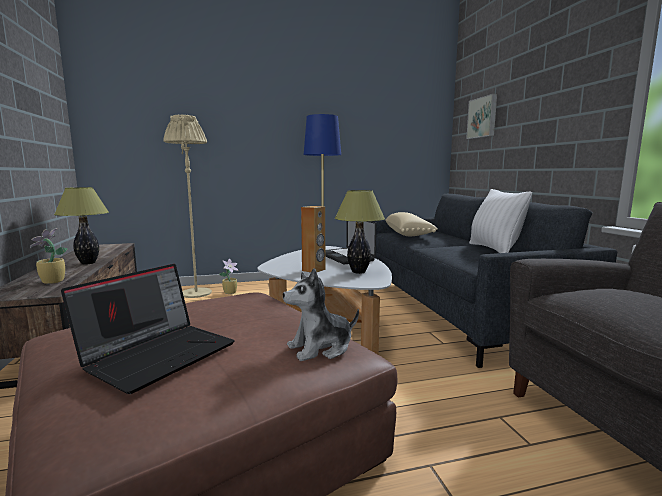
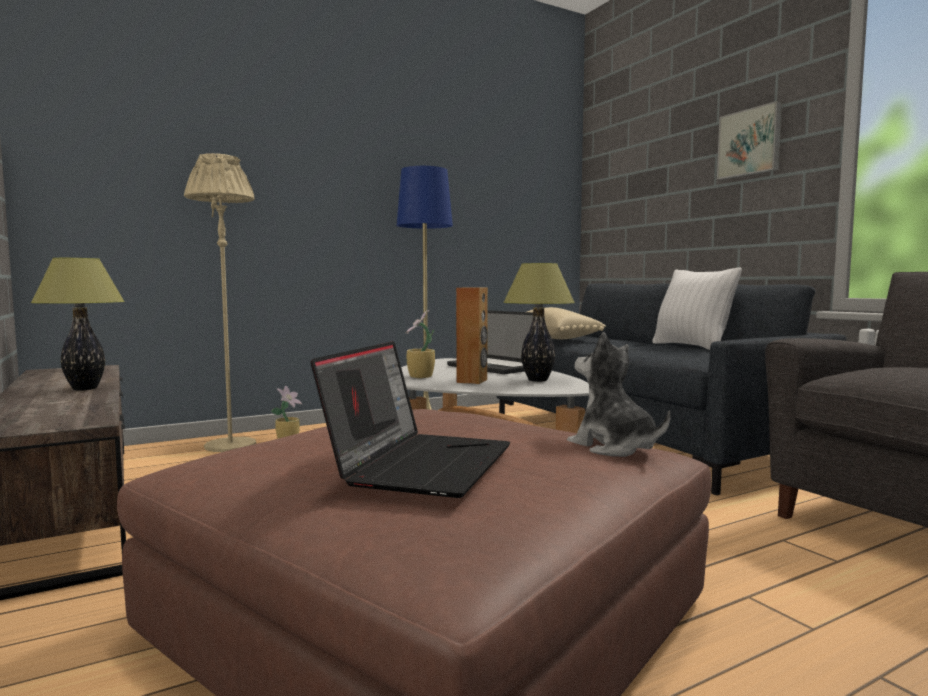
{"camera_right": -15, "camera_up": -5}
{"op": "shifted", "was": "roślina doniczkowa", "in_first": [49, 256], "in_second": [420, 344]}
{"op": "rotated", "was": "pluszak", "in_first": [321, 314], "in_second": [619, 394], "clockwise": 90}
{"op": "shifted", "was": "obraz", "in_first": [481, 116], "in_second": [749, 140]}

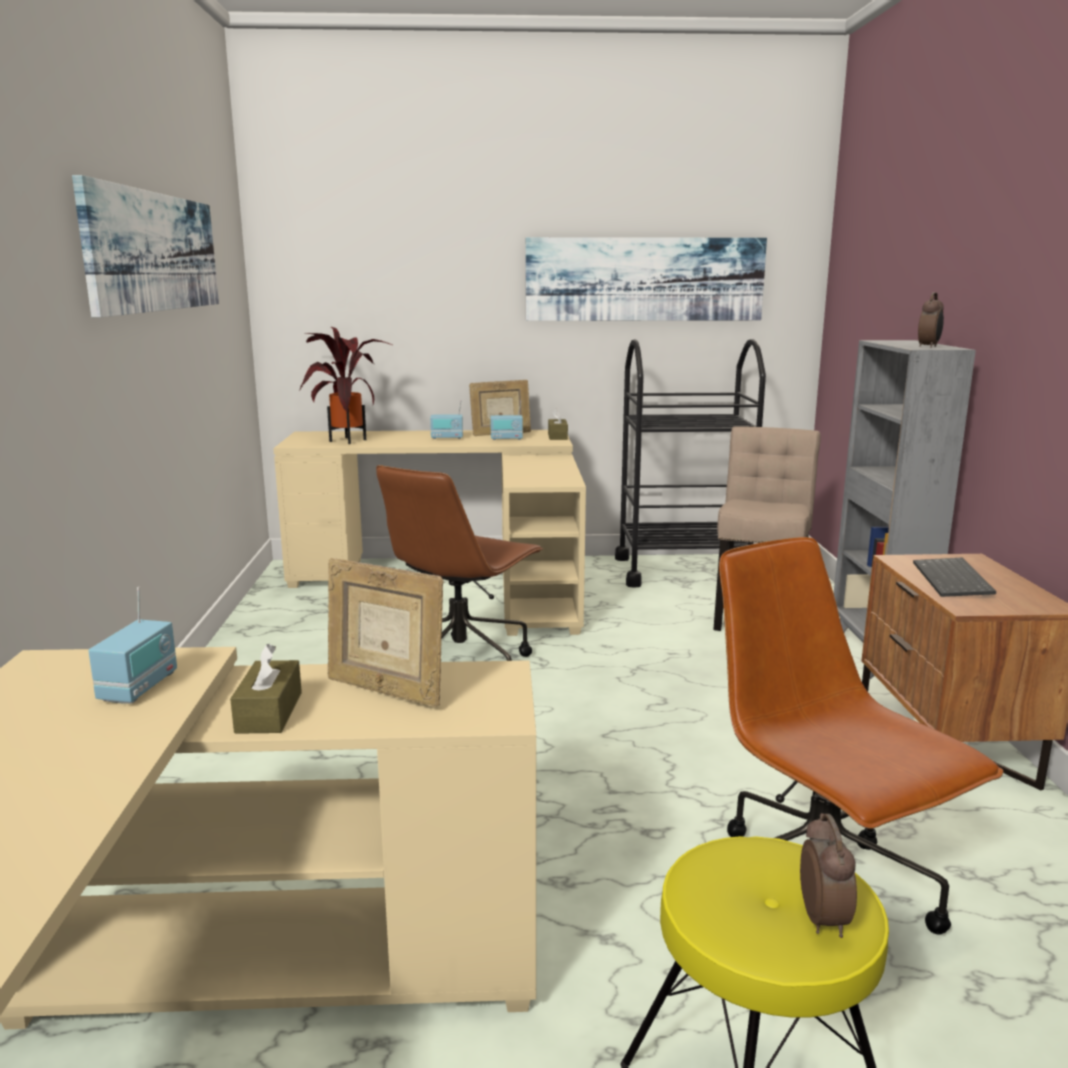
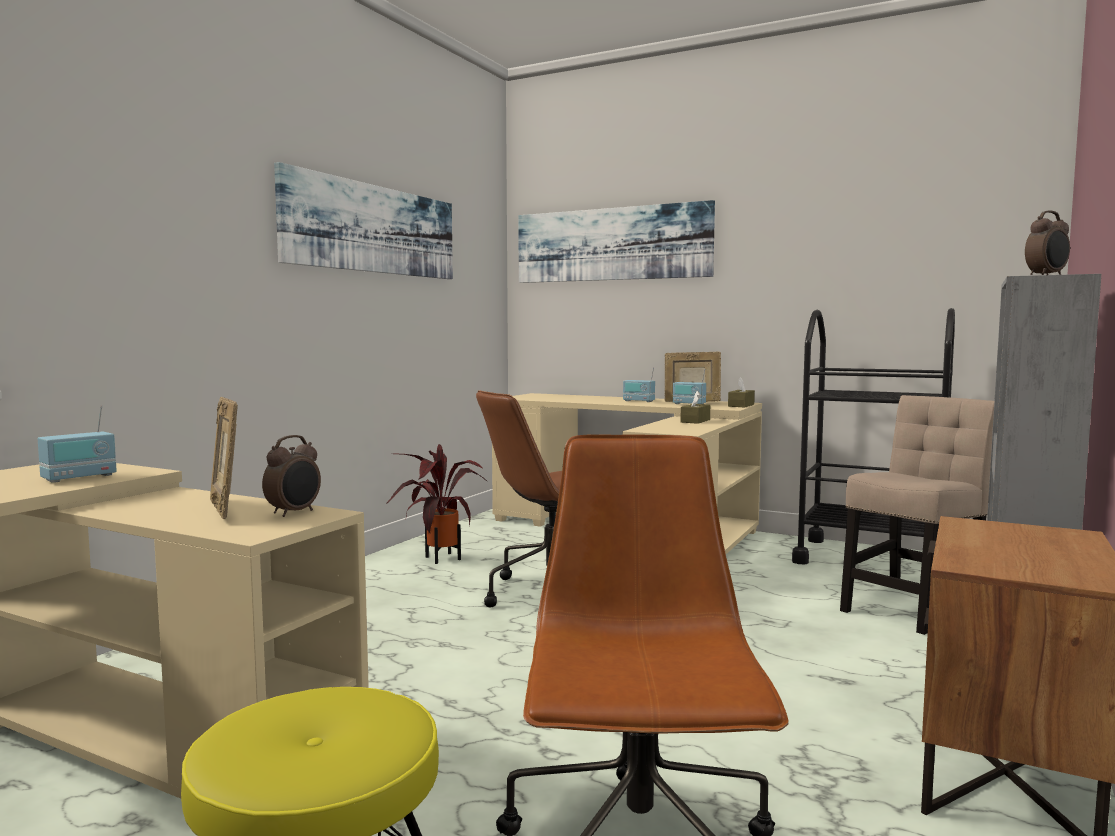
{"camera_right": 30, "camera_up": -10}
{"op": "shifted", "was": "pudełko chusteczek (brązowy)", "in_first": [266, 689], "in_second": [695, 407]}
{"op": "shifted", "was": "roślina doniczkowa", "in_first": [346, 385], "in_second": [436, 504]}
{"op": "shifted", "was": "obraz", "in_first": [646, 279], "in_second": [616, 241]}
{"op": "shifted", "was": "budzik", "in_first": [828, 875], "in_second": [291, 476]}
{"op": "gone", "was": "klawiatura", "in_first": [954, 577]}

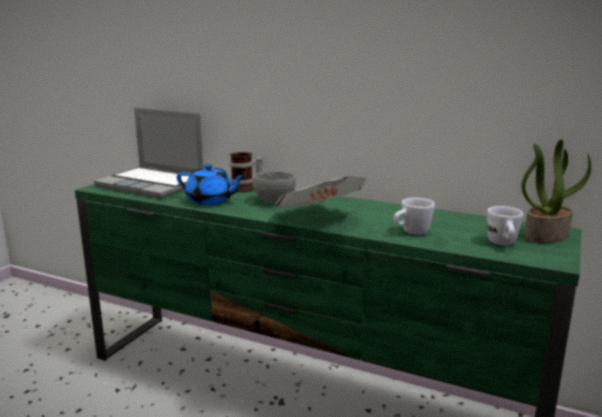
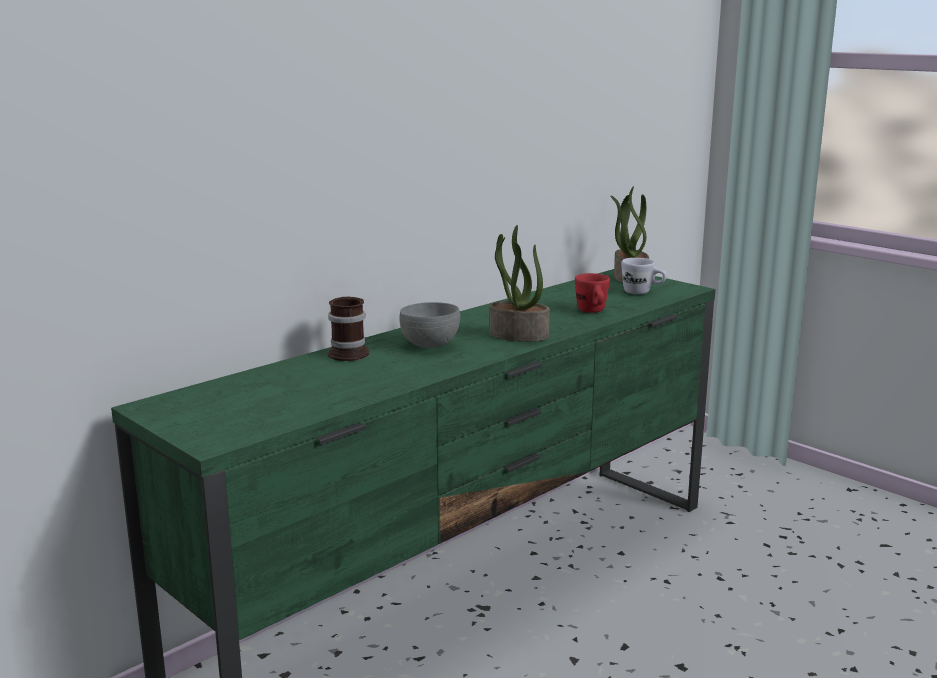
{"camera_right": -70, "camera_up": 0}
{"op": "gone", "was": "laptop", "in_first": [149, 153]}
{"op": "gone", "was": "imbryk (niebieski)", "in_first": [211, 184]}
{"op": "swapped", "was": "gazeta", "now": "roślina doniczkowa", "in_first": [320, 192], "in_second": [519, 283]}
{"op": "repainted", "was": "kubek (biały)", "now": "kubek (czerwony)", "in_first": [414, 216], "in_second": [592, 293]}

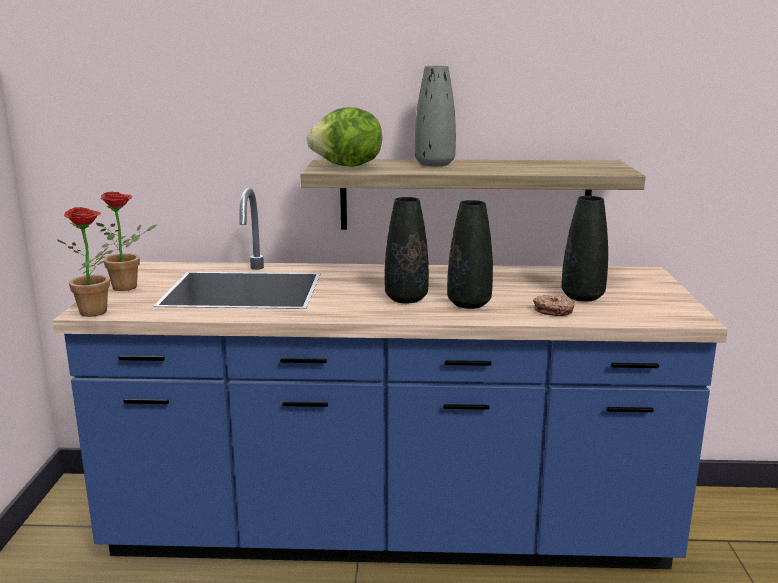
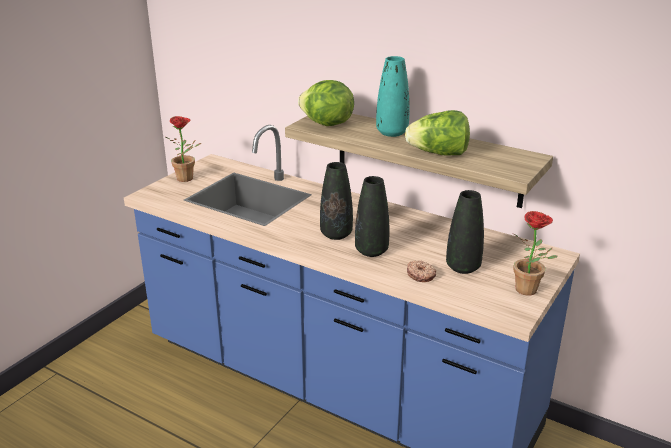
{"camera_right": 30, "camera_up": 10}
{"op": "shifted", "was": "roślina doniczkowa", "in_first": [84, 262], "in_second": [535, 253]}
{"op": "repainted", "was": "wazon (szary)", "now": "wazon (turkusowy)", "in_first": [435, 116], "in_second": [393, 96]}
{"op": "new", "now": "sałata", "in_second": [437, 133]}

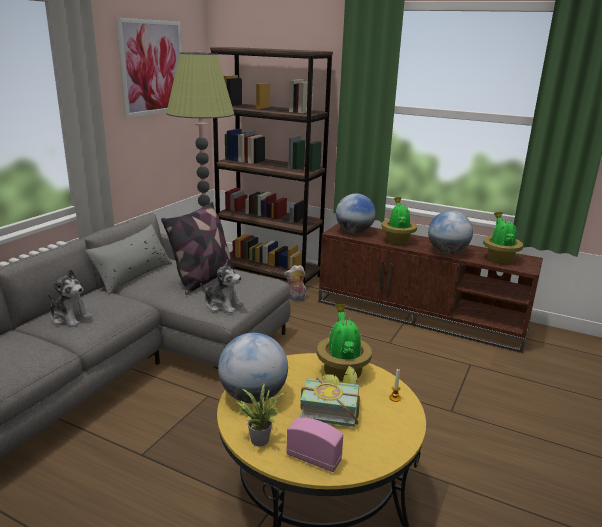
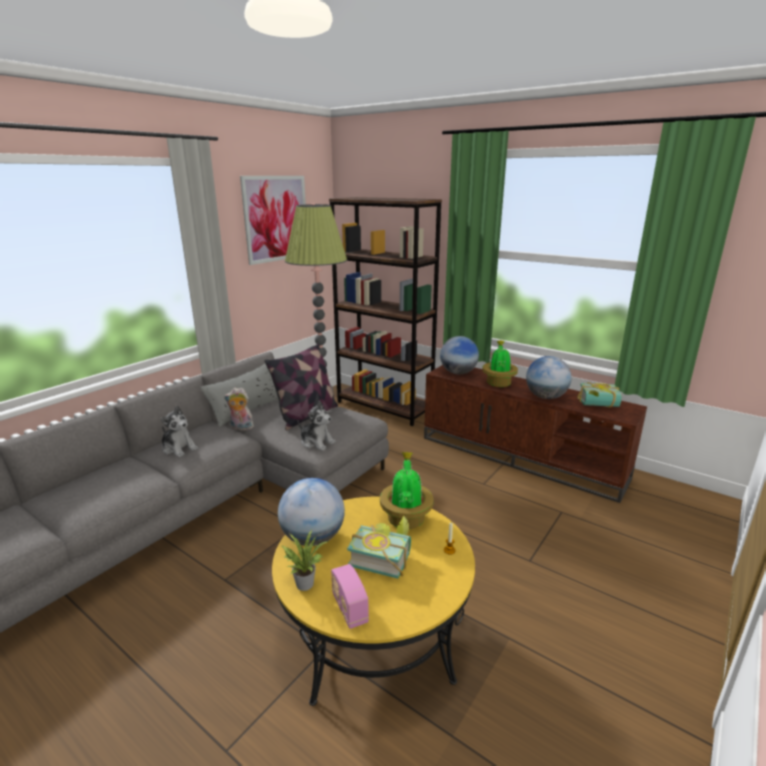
{"camera_right": 10, "camera_up": 0}
{"op": "shifted", "was": "pluszak", "in_first": [295, 283], "in_second": [239, 408]}
{"op": "rotated", "was": "radio", "in_first": [314, 444], "in_second": [350, 596], "clockwise": -150}
{"op": "swapped", "was": "roślina doniczkowa", "now": "książka", "in_first": [503, 237], "in_second": [599, 395]}

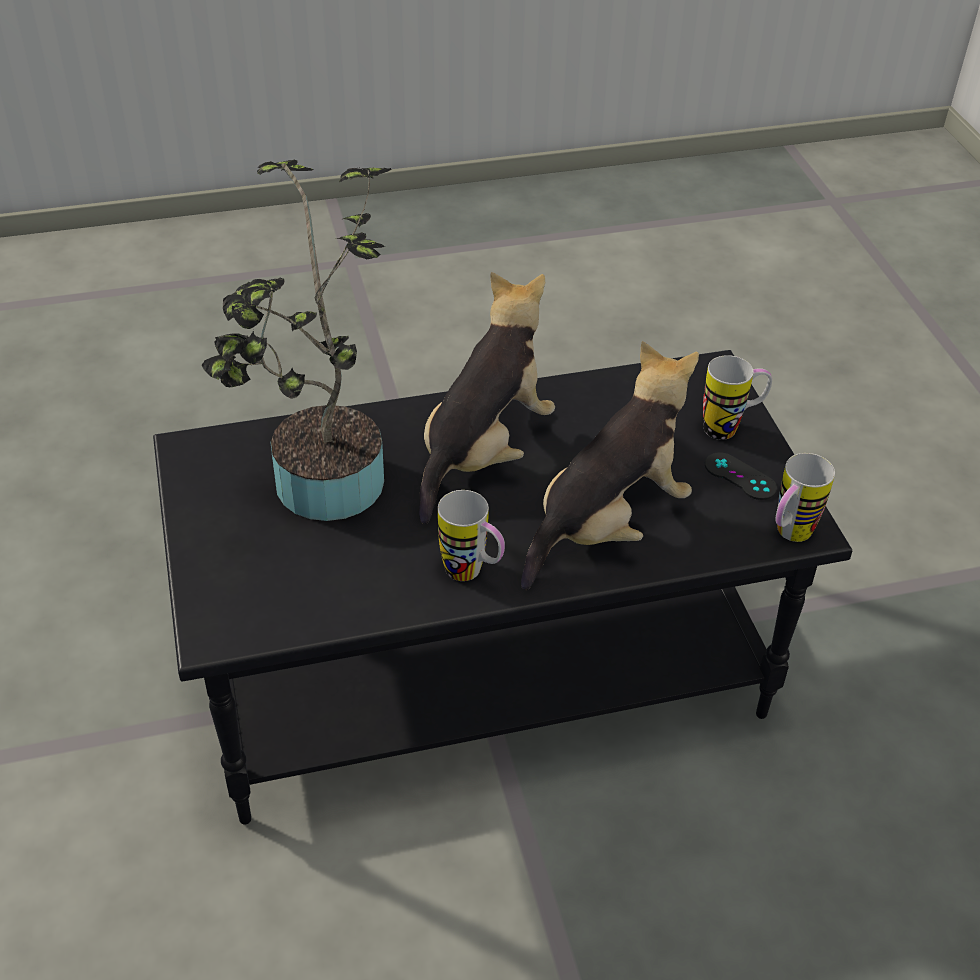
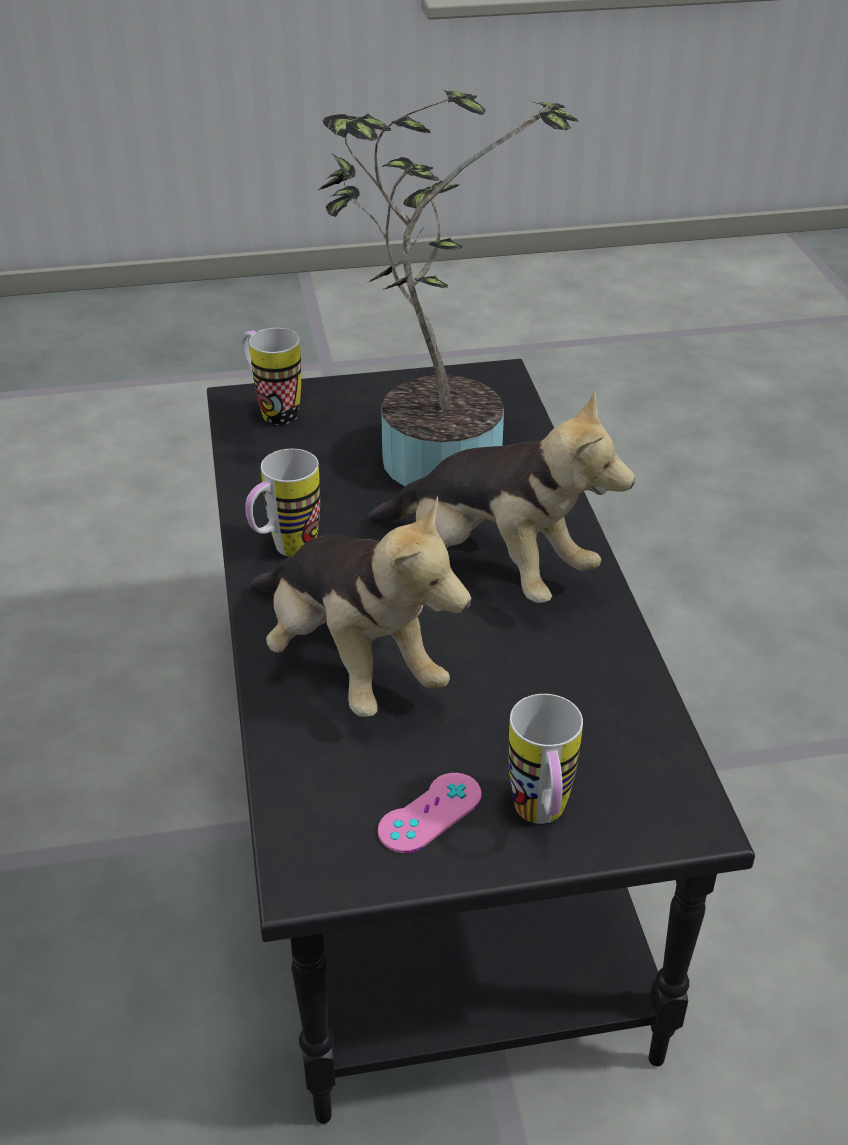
{"camera_right": 95, "camera_up": -5}
{"op": "repainted", "was": "pad do gier (czarny)", "now": "pad do gier (różowy)", "in_first": [741, 476], "in_second": [430, 813]}
{"op": "shifted", "was": "kubek", "in_first": [805, 497], "in_second": [271, 376]}

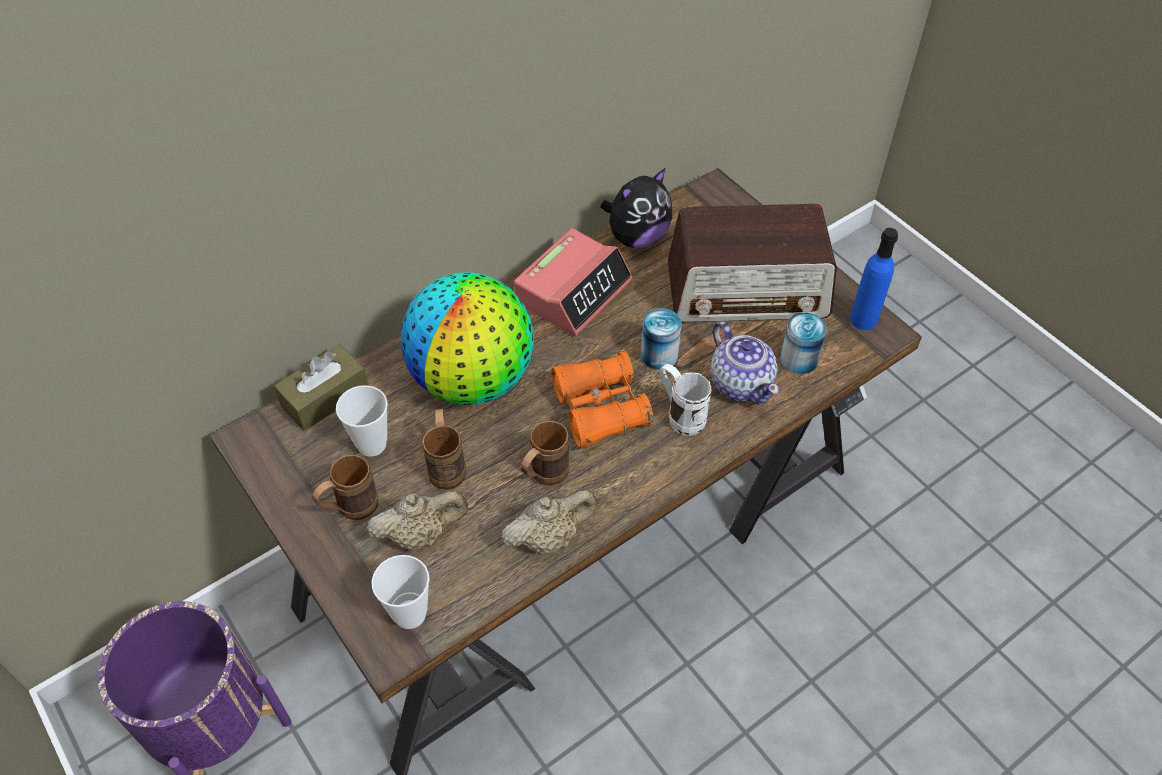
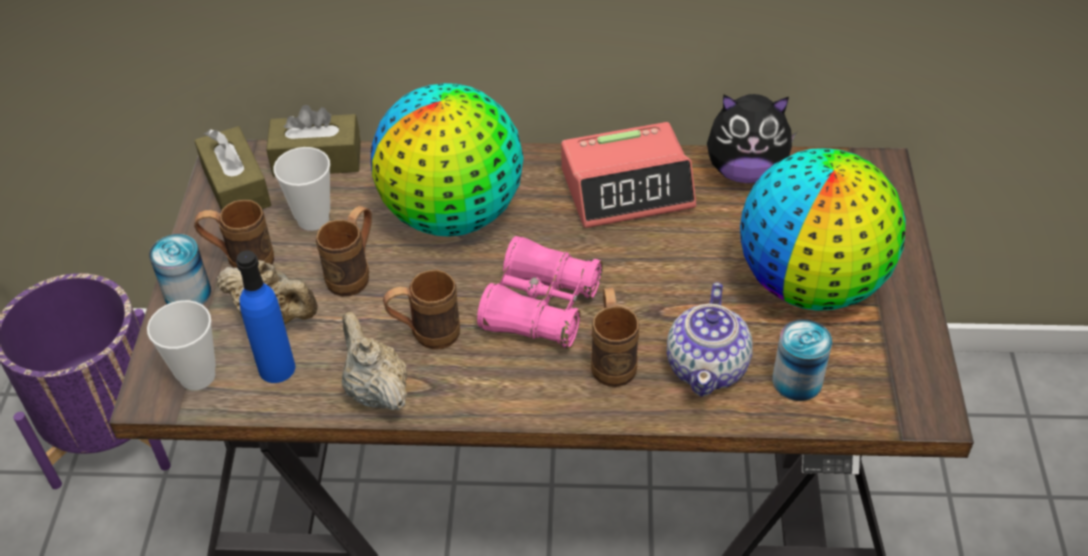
{"camera_right": 40, "camera_up": -5}
{"op": "rotated", "was": "imbryk (beżowy)", "in_first": [549, 522], "in_second": [374, 361], "clockwise": -135}
{"op": "repainted", "was": "lornetka (pomarańczowy)", "now": "lornetka (różowy)", "in_first": [602, 399], "in_second": [540, 292]}
{"op": "shifted", "was": "puszka", "in_first": [661, 339], "in_second": [180, 269]}
{"op": "repainted", "was": "kubek (biały)", "now": "kubek (brązowy)", "in_first": [685, 400], "in_second": [615, 337]}
{"op": "swapped", "was": "radio", "now": "globus", "in_first": [752, 263], "in_second": [823, 229]}
{"op": "shifted", "was": "butelka (niebieski)", "in_first": [874, 279], "in_second": [265, 316]}
{"op": "new", "now": "pudełko chusteczek (brązowy)", "in_second": [232, 168]}

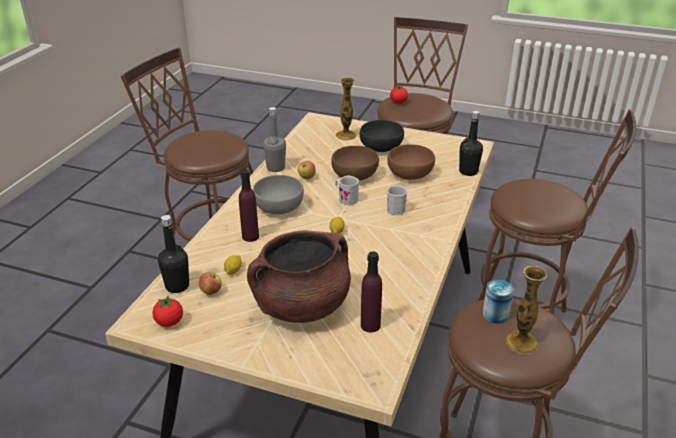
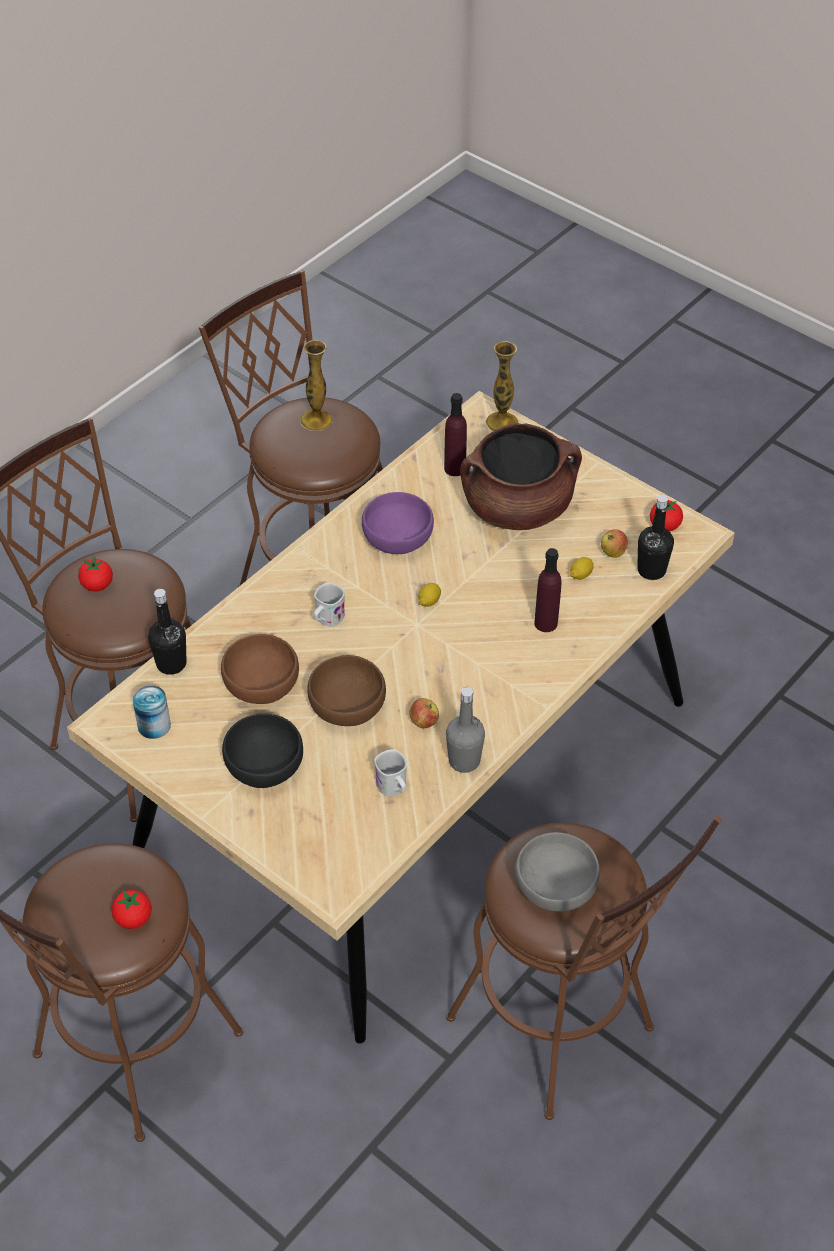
{"camera_right": -160, "camera_up": 15}
{"op": "shifted", "was": "miska (szary)", "in_first": [278, 194], "in_second": [557, 871]}
{"op": "shifted", "was": "kubek (biały)", "in_first": [347, 191], "in_second": [390, 772]}
{"op": "shifted", "was": "wazon", "in_first": [346, 109], "in_second": [501, 386]}
{"op": "shifted", "was": "puszka", "in_first": [498, 301], "in_second": [151, 712]}
{"op": "new", "now": "pomidor", "in_second": [95, 574]}
{"op": "new", "now": "miska (fioletowy)", "in_second": [398, 523]}

